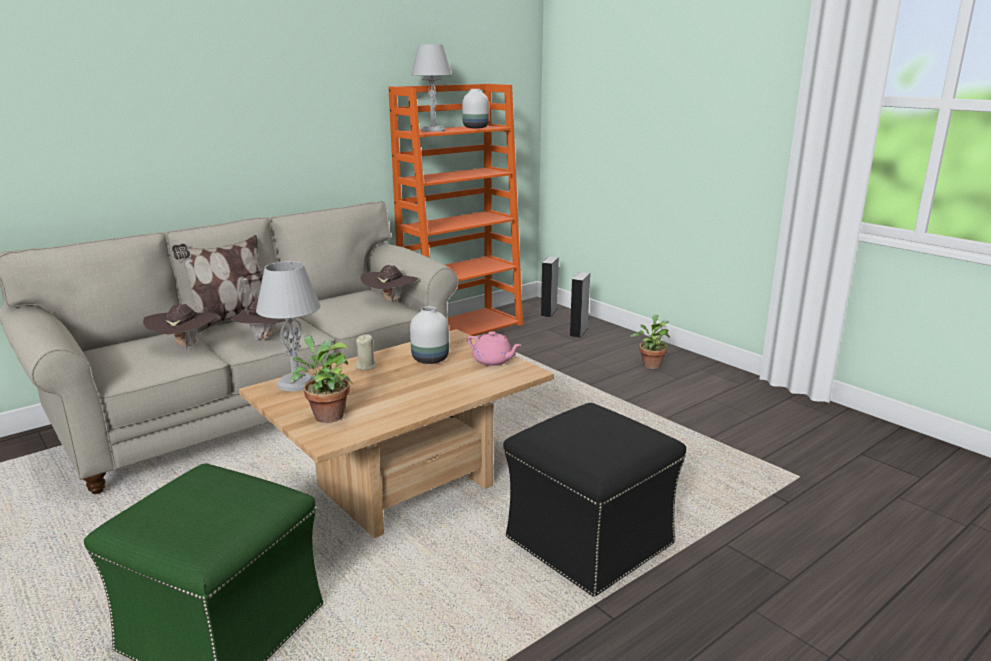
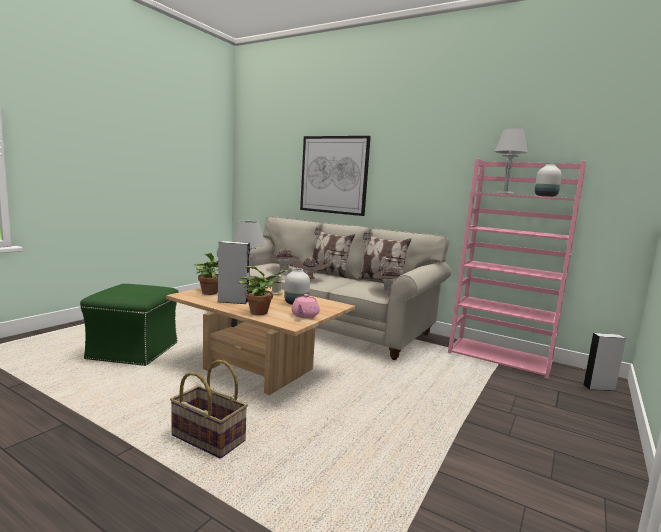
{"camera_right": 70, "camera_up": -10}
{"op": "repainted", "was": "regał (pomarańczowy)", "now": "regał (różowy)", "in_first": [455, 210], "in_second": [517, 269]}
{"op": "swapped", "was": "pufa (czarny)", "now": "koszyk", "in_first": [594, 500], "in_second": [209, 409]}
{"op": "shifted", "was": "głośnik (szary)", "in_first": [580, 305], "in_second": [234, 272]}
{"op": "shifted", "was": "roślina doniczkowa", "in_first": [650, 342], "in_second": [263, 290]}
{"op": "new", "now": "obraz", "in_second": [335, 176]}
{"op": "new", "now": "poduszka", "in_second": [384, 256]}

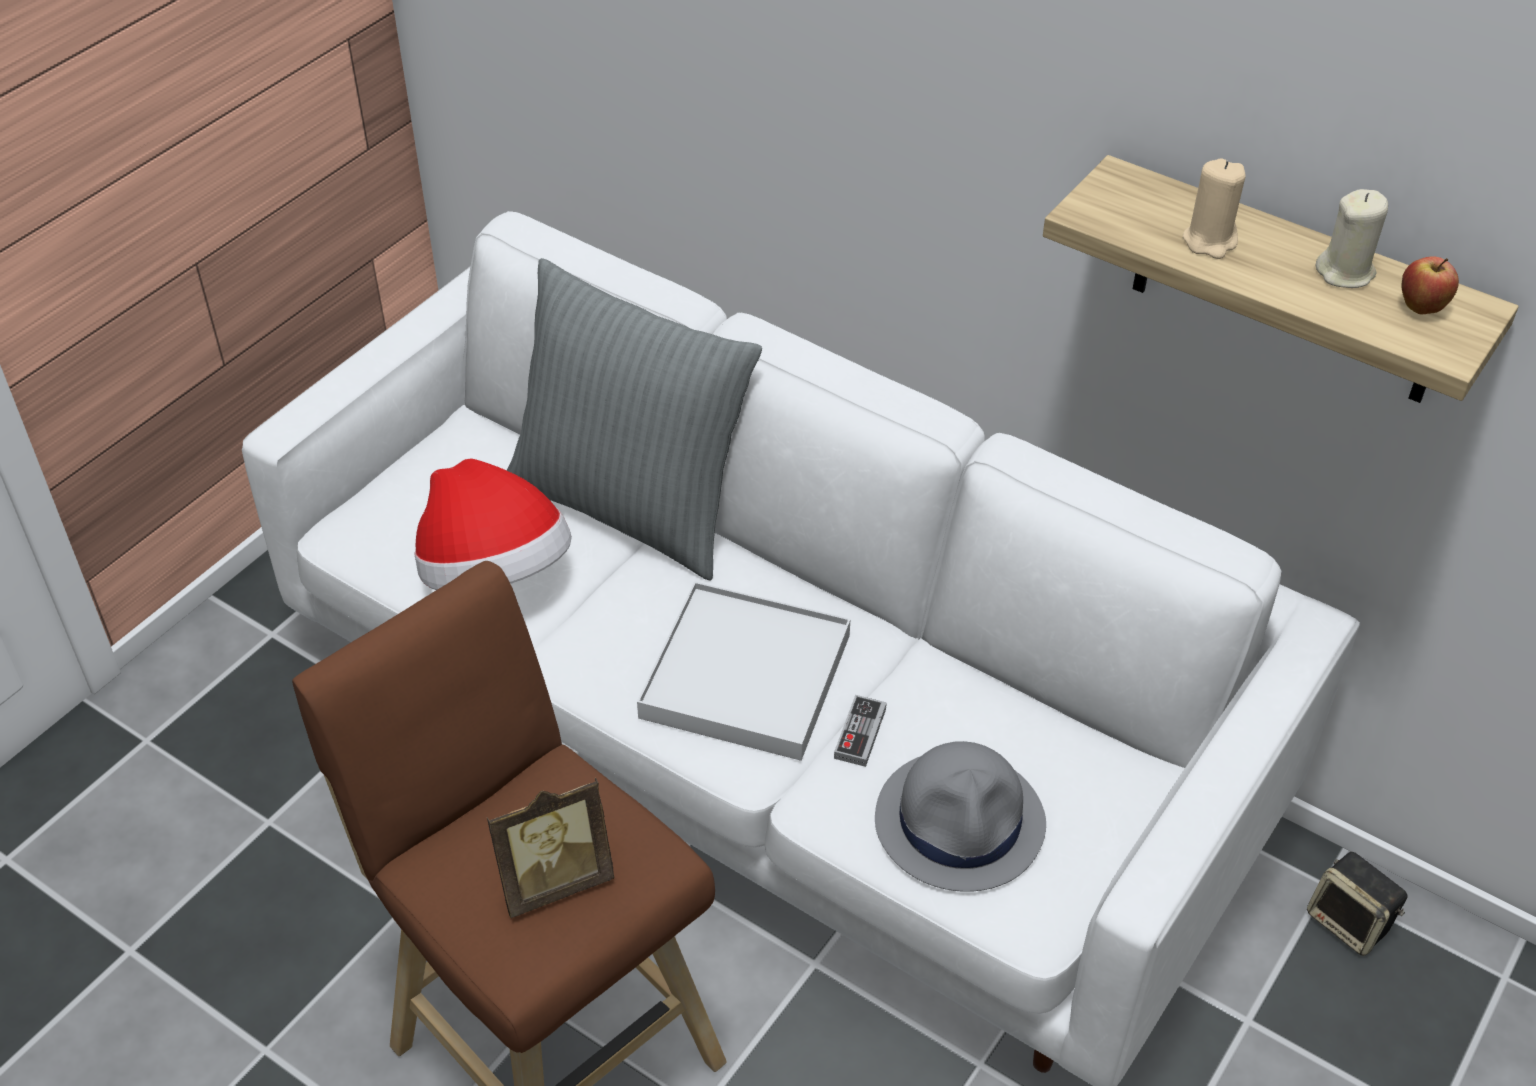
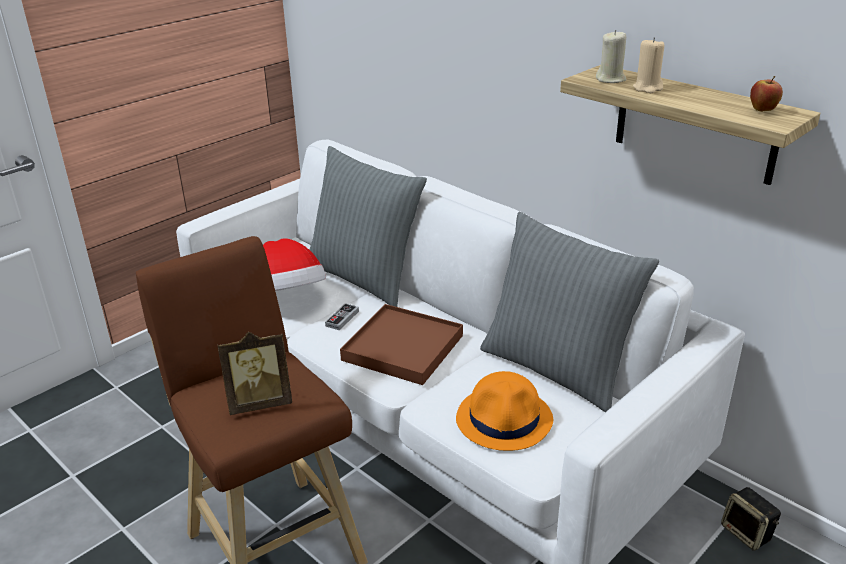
{"camera_right": 10, "camera_up": -15}
{"op": "repainted", "was": "taca (biały)", "now": "taca (brązowy)", "in_first": [743, 671], "in_second": [401, 344]}
{"op": "shifted", "was": "pad do gier", "in_first": [860, 731], "in_second": [342, 316]}
{"op": "repainted", "was": "kapelusz (szary)", "now": "kapelusz (pomarańczowy)", "in_first": [960, 816], "in_second": [504, 411]}
{"op": "shifted", "was": "świeca (beżowy)", "in_first": [1352, 238], "in_second": [611, 56]}
{"op": "new", "now": "poduszka (szary)", "in_second": [569, 312]}

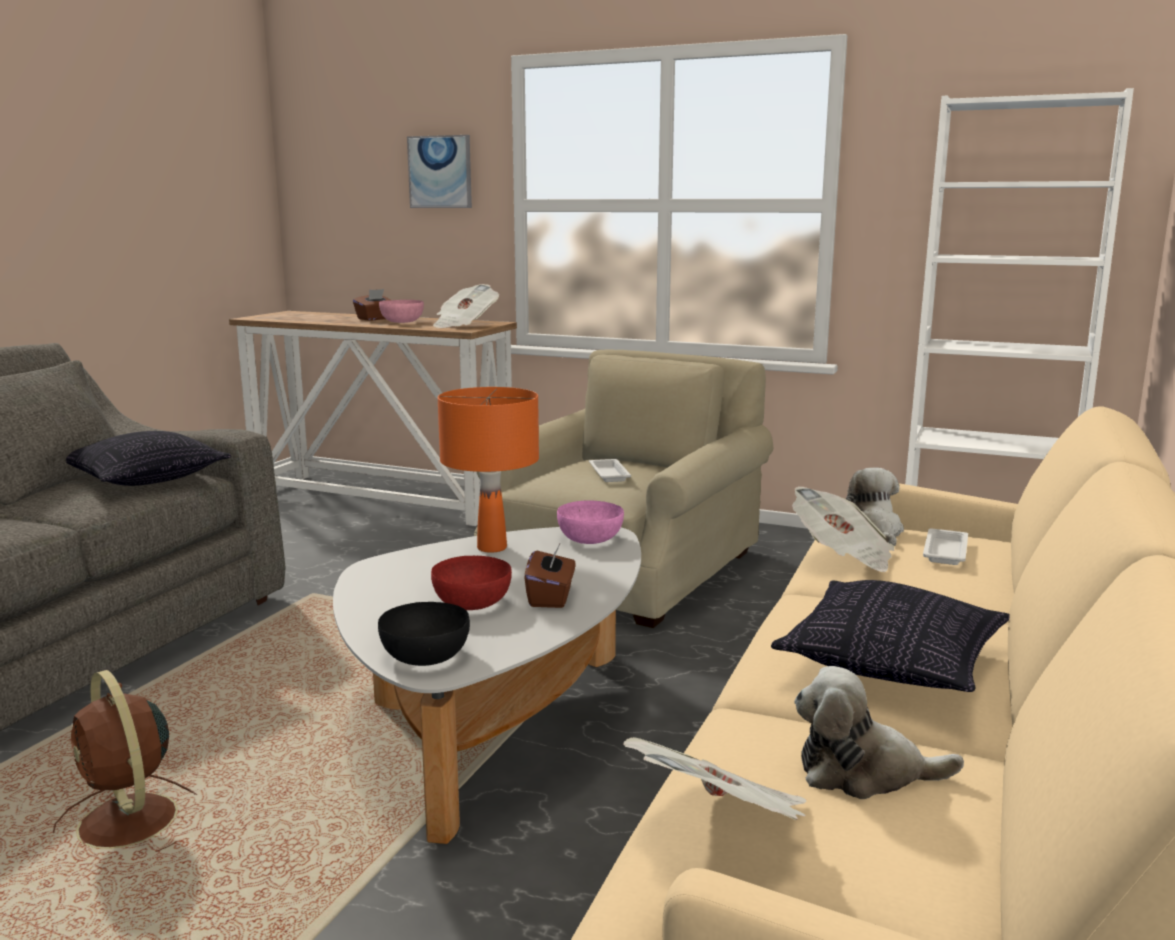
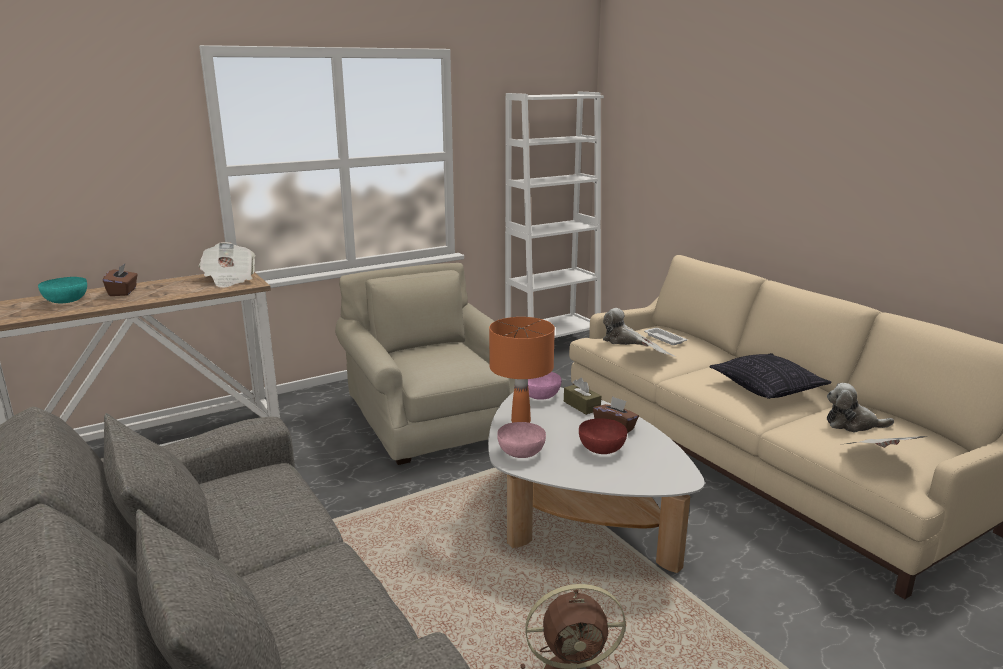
{"camera_right": -55, "camera_up": 5}
{"op": "gone", "was": "poduszka", "in_first": [148, 458]}
{"op": "gone", "was": "miska (czarny)", "in_first": [424, 634]}
{"op": "shifted", "was": "miska (różowy)", "in_first": [401, 311], "in_second": [521, 440]}
{"op": "gone", "was": "obraz", "in_first": [439, 171]}
{"op": "gone", "was": "taca (biały)", "in_first": [610, 470]}
{"op": "rotated", "was": "pluszak", "in_first": [879, 732], "in_second": [860, 407], "clockwise": 60}
{"op": "new", "now": "miska (turkusowy)", "in_second": [62, 290]}
{"op": "new", "now": "pudełko chusteczek (brązowy)", "in_second": [582, 396]}

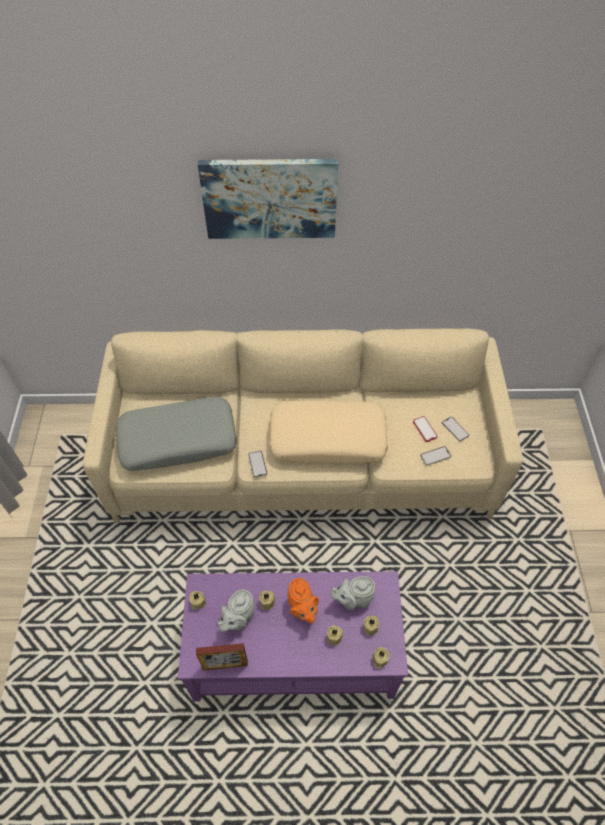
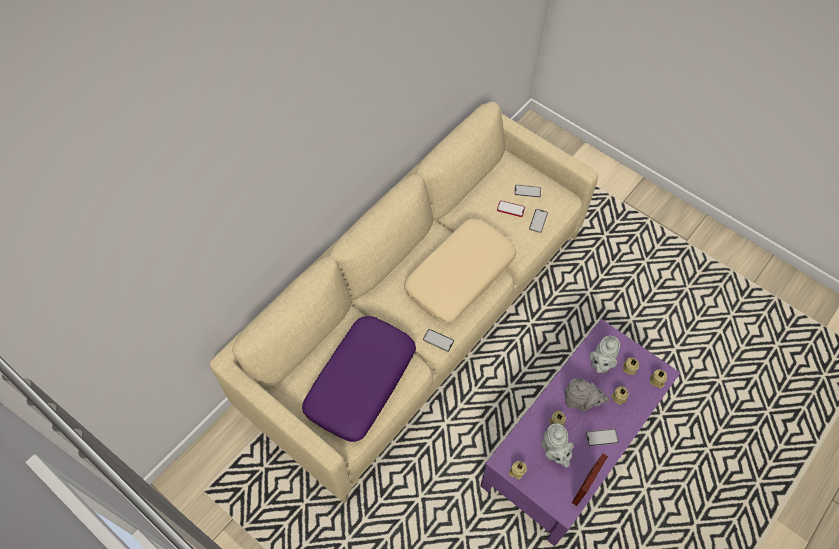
{"camera_right": -50, "camera_up": 5}
{"op": "repainted", "was": "poduszka (szary)", "now": "poduszka (fioletowy)", "in_first": [176, 433], "in_second": [359, 379]}
{"op": "gone", "was": "obraz", "in_first": [268, 199]}
{"op": "repainted", "was": "imbryk (pomarańczowy)", "now": "imbryk (szary)", "in_first": [303, 600], "in_second": [587, 394]}
{"op": "new", "now": "telefon", "in_second": [602, 437]}

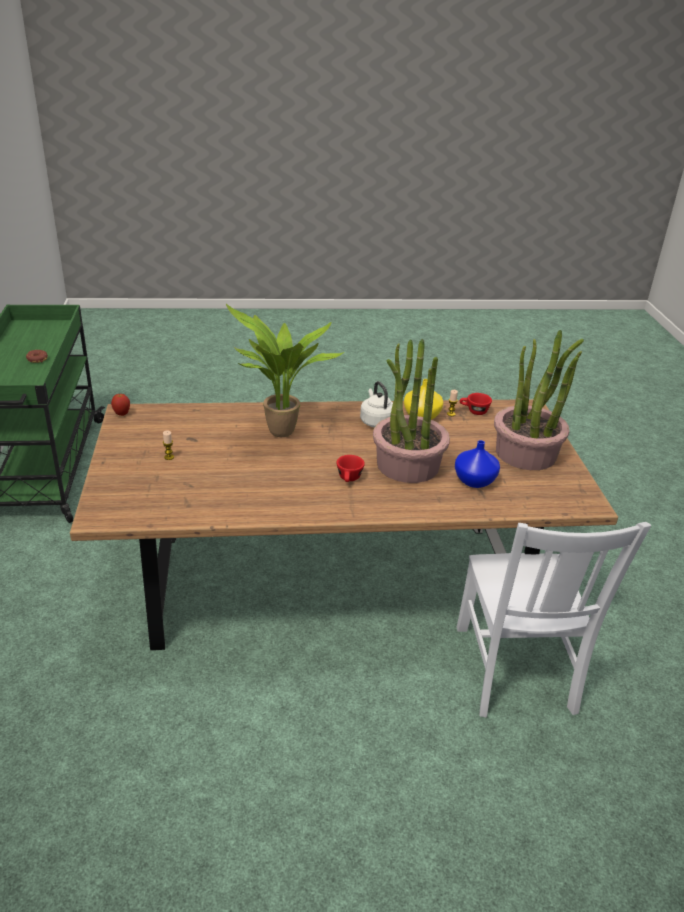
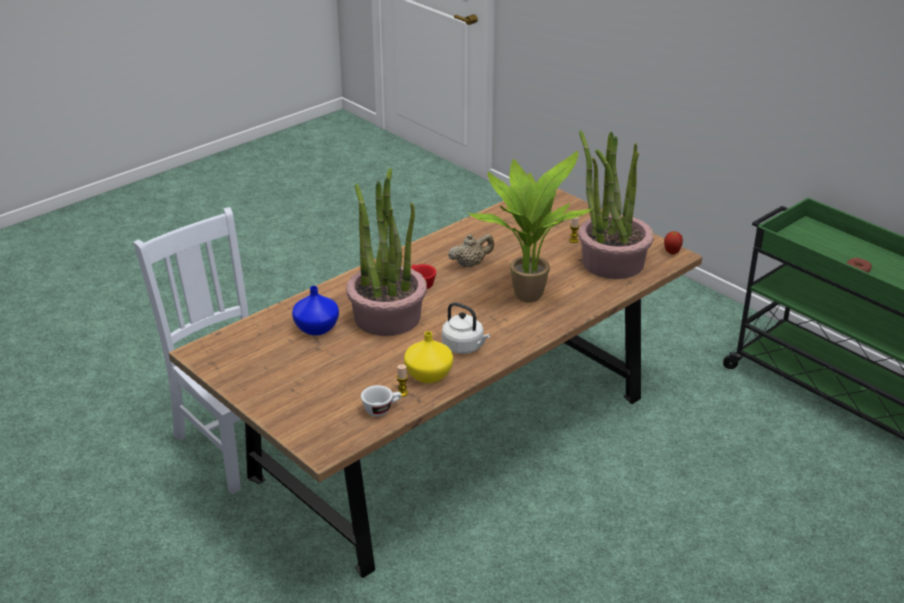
{"camera_right": 145, "camera_up": 0}
{"op": "repainted", "was": "filiżanka (czerwony)", "now": "filiżanka (biały)", "in_first": [476, 404], "in_second": [381, 401]}
{"op": "shifted", "was": "roślina doniczkowa", "in_first": [539, 400], "in_second": [616, 204]}
{"op": "new", "now": "imbryk (beżowy)", "in_second": [471, 251]}

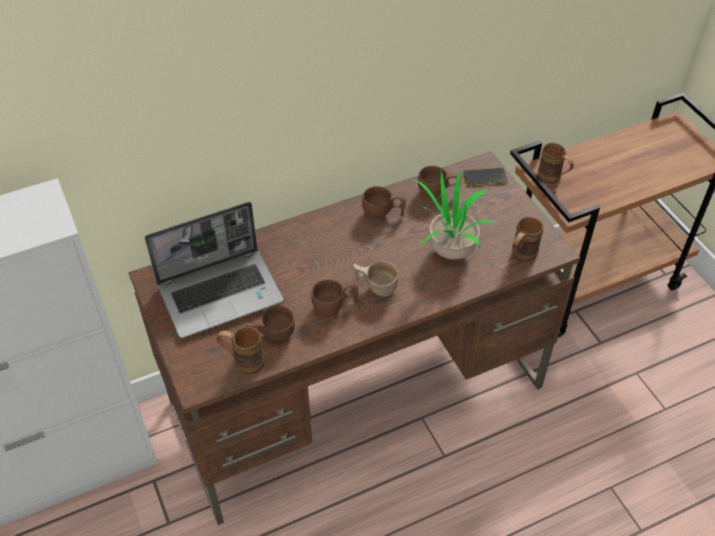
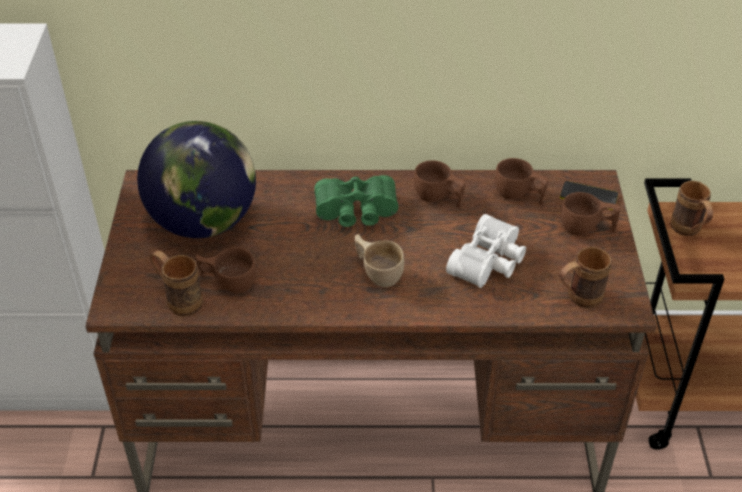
{"camera_right": 25, "camera_up": -5}
{"op": "swapped", "was": "laptop", "now": "globus", "in_first": [214, 270], "in_second": [196, 179]}
{"op": "shifted", "was": "filiżanka (brązowy)", "in_first": [335, 297], "in_second": [591, 214]}
{"op": "swapped", "was": "roślina doniczkowa", "now": "lornetka (biały)", "in_first": [455, 215], "in_second": [486, 251]}
{"op": "new", "now": "lornetka (zielony)", "in_second": [356, 201]}

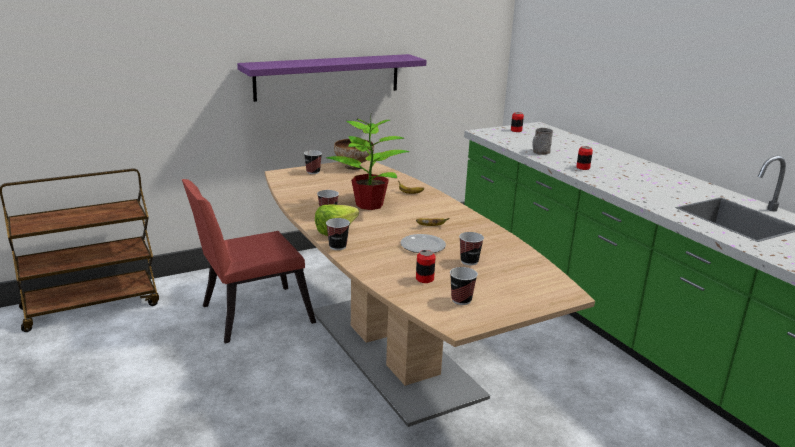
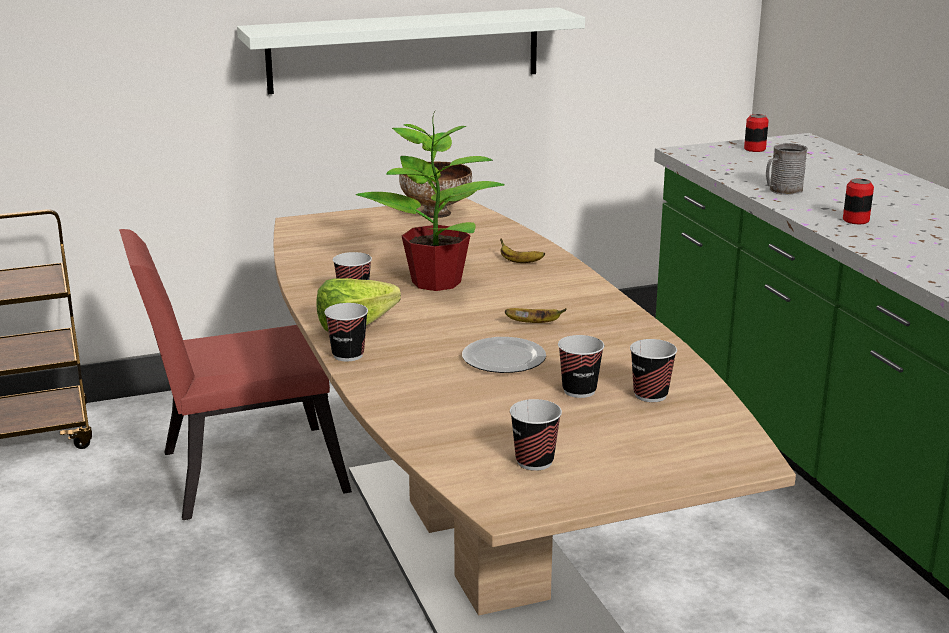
{"camera_right": 10, "camera_up": 0}
{"op": "repainted", "was": "półka (fioletowy)", "now": "półka (biały)", "in_first": [332, 78], "in_second": [411, 50]}
{"op": "shifted", "was": "filiżanka", "in_first": [313, 162], "in_second": [653, 370]}
{"op": "gone", "was": "puszka", "in_first": [426, 266]}

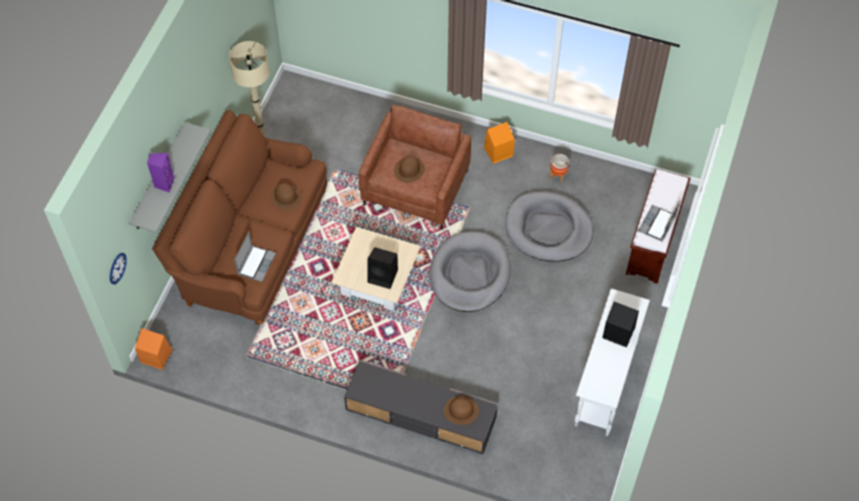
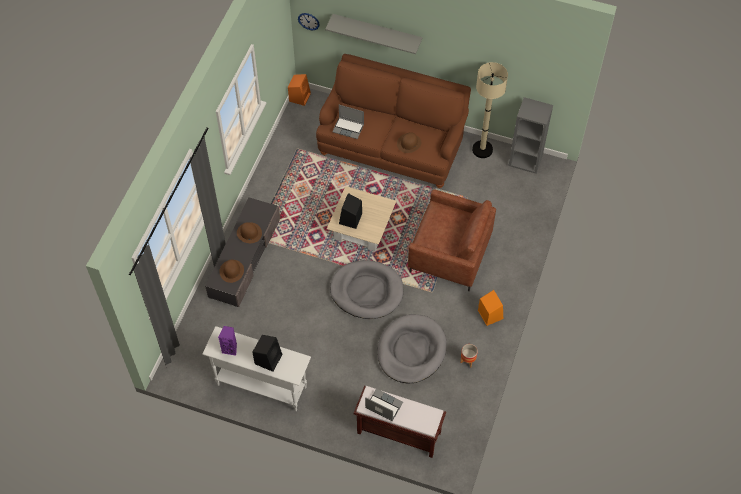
{"camera_right": 90, "camera_up": 0}
{"op": "shifted", "was": "głośnik (fioletowy)", "in_first": [161, 173], "in_second": [227, 340]}
{"op": "shifted", "was": "kapelusz (brązowy)", "in_first": [409, 169], "in_second": [249, 232]}
{"op": "new", "now": "regał (szary)", "in_second": [531, 135]}

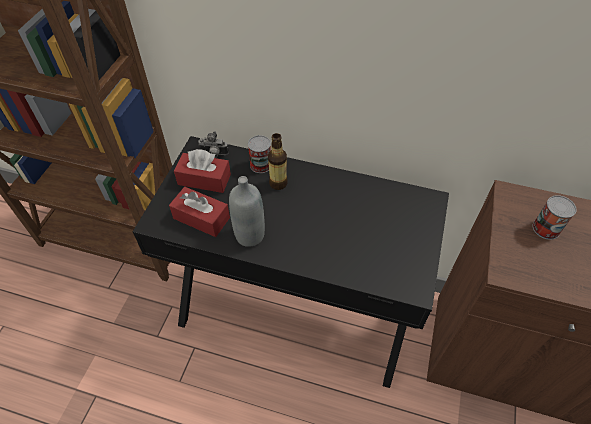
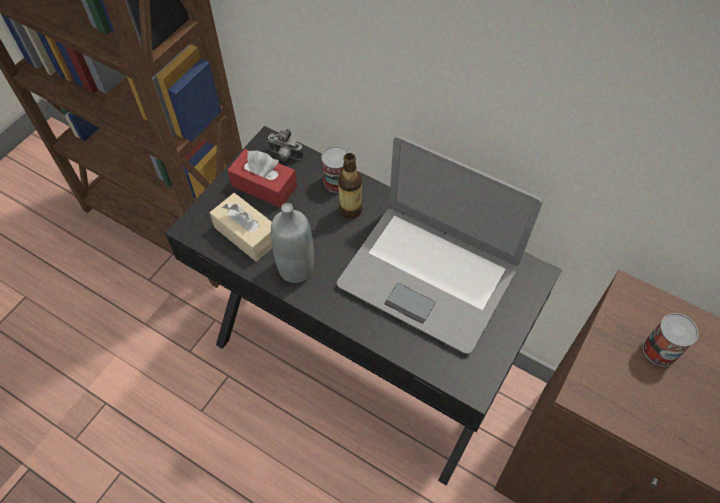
{"camera_right": 15, "camera_up": 5}
{"op": "repainted", "was": "pudełko chusteczek (czerwony)", "now": "pudełko chusteczek (beżowy)", "in_first": [199, 212], "in_second": [241, 227]}
{"op": "new", "now": "laptop", "in_second": [440, 245]}

